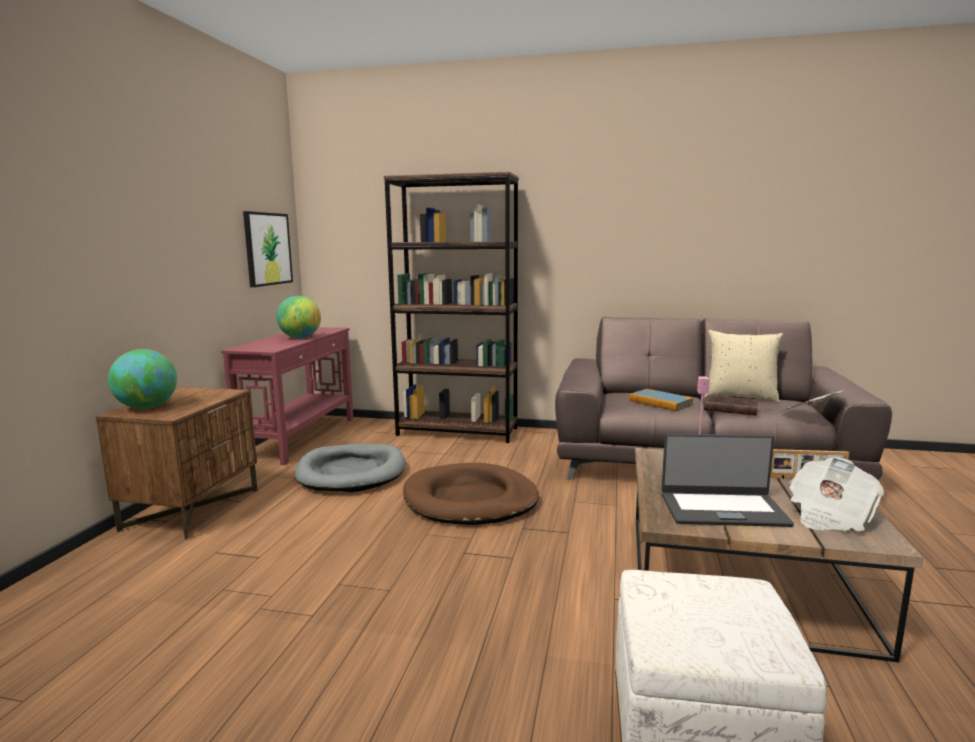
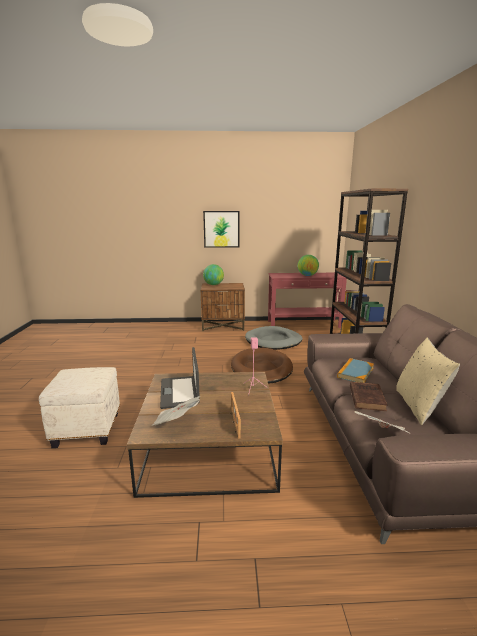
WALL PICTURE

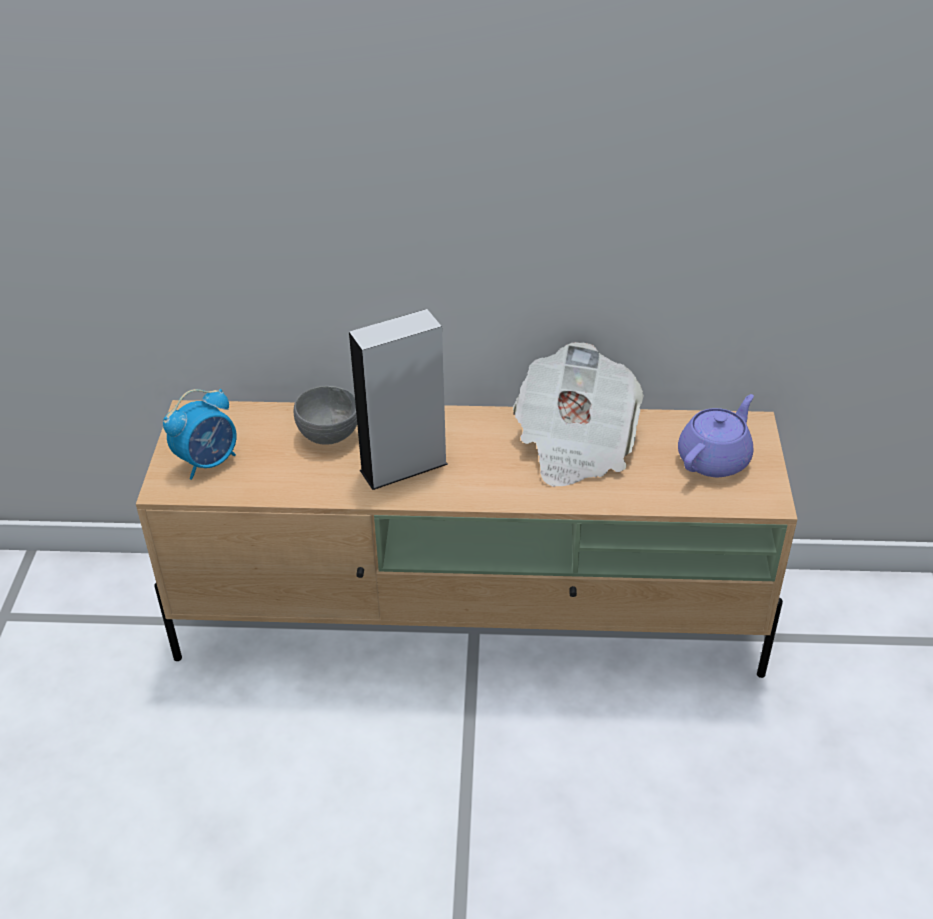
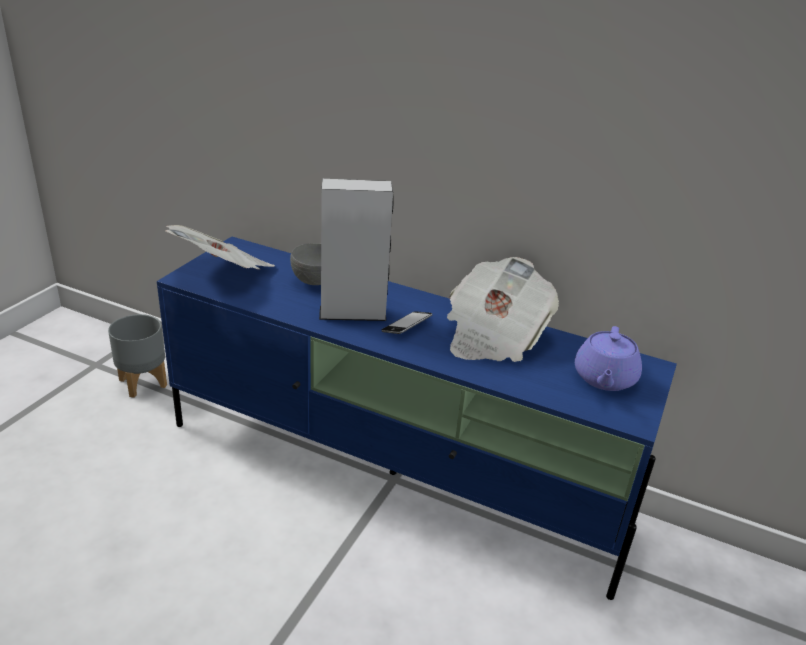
NEWSPAPER (1st from left)
PURPLE POT FOR TEA
BLUE MEDIA CONSOLE
PHONE
GREY PLANTER

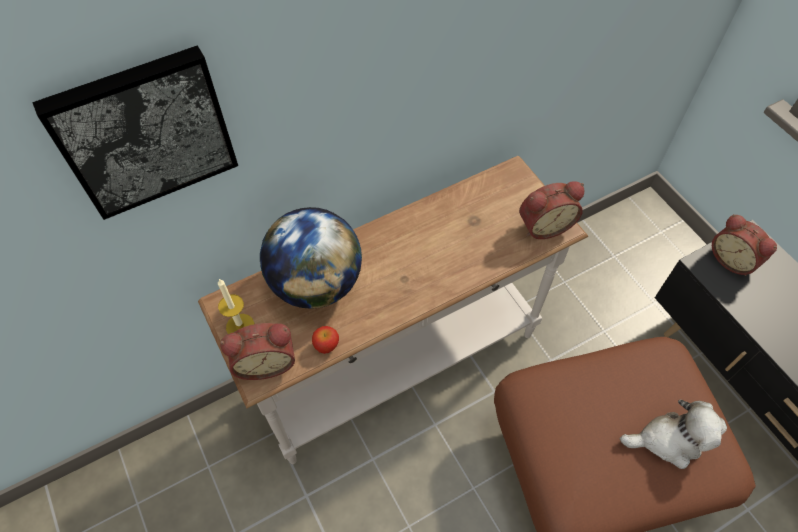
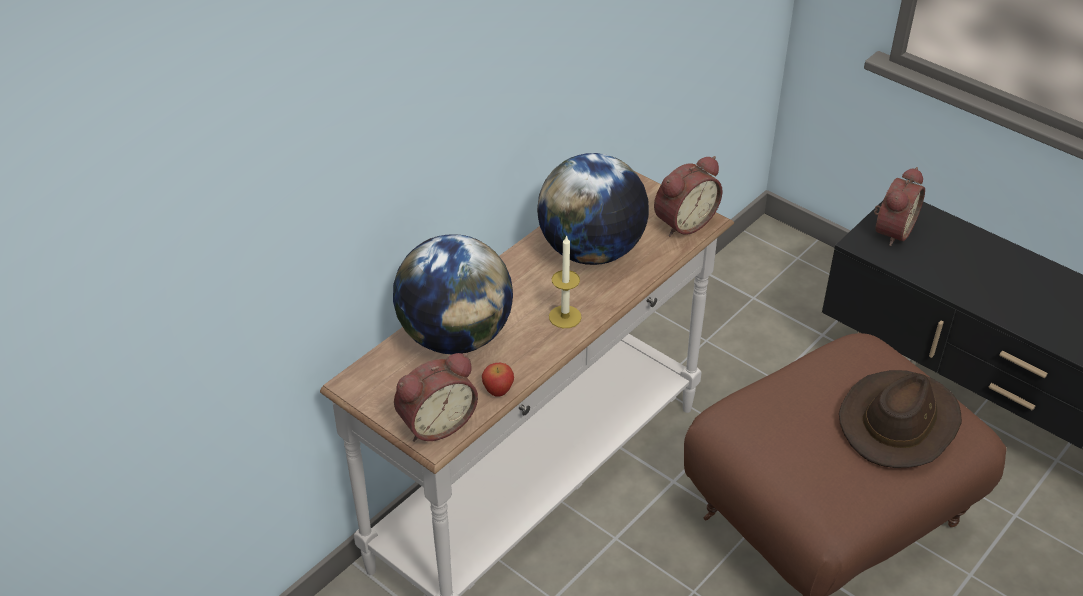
WALL PICTURE
BEDSIDE CLOCK (3rd from left)
WAX LIGHT
BROWNISH CLOTHING HAT
WORLD GLOBE (2nd from left)

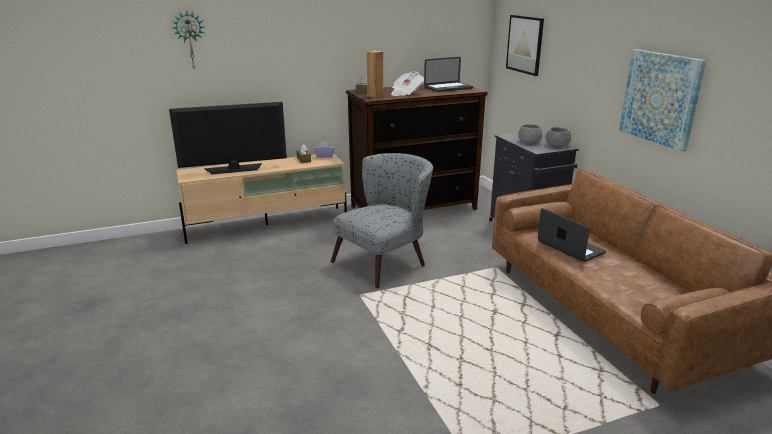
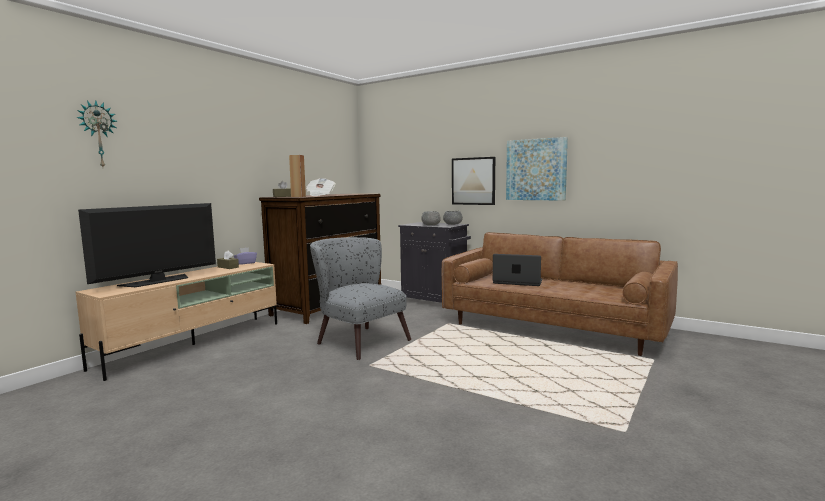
WALL PICTURE (1st from left)
NOTEBOOK COMPUTER (1st from left in the first image)
GREY ARMCHAIR

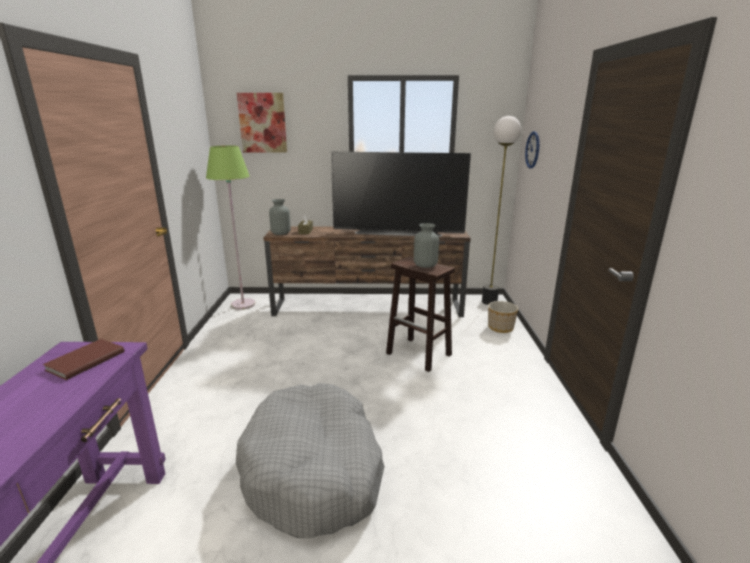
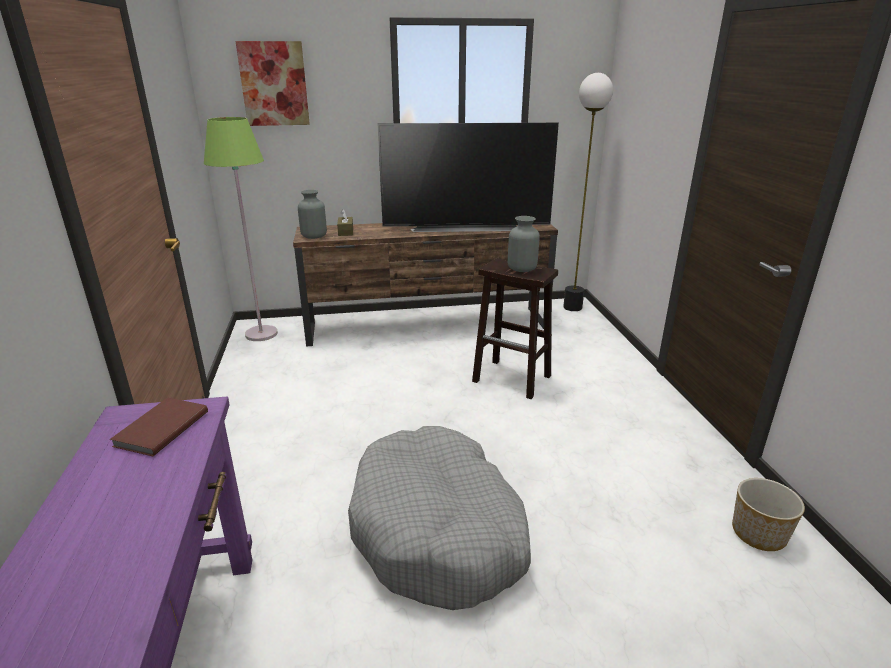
HANGING CLOCK
PLANTER

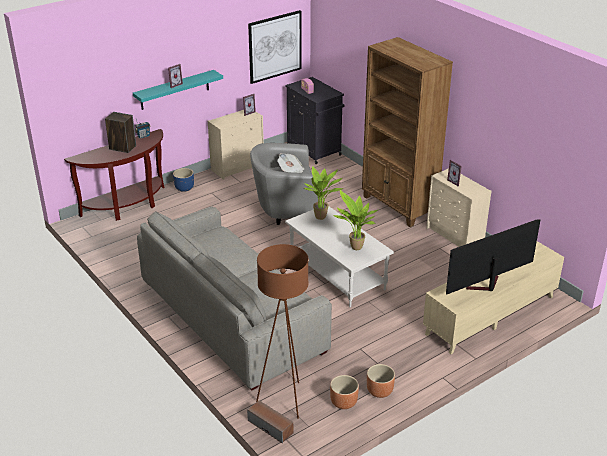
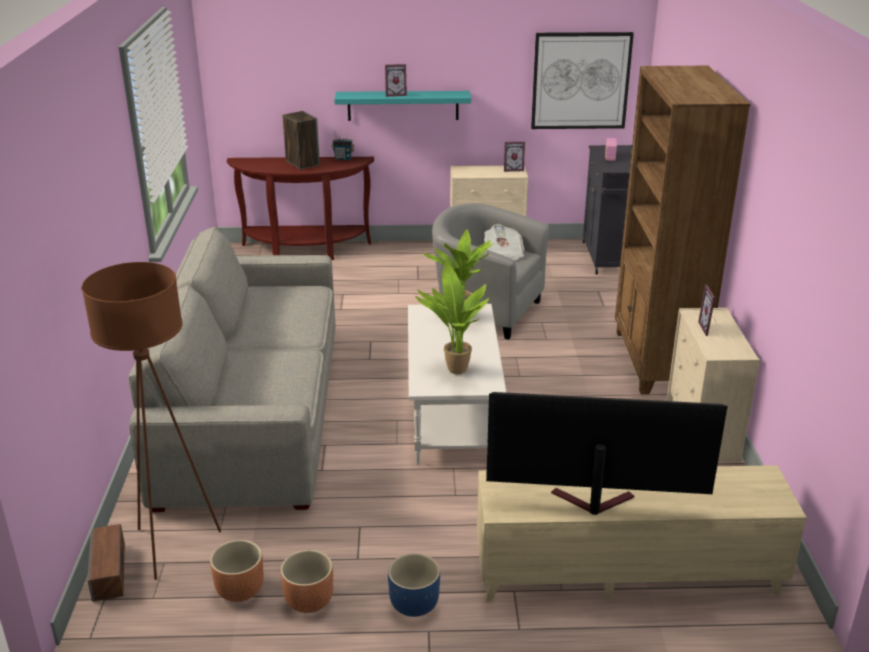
BLUE PLANTER

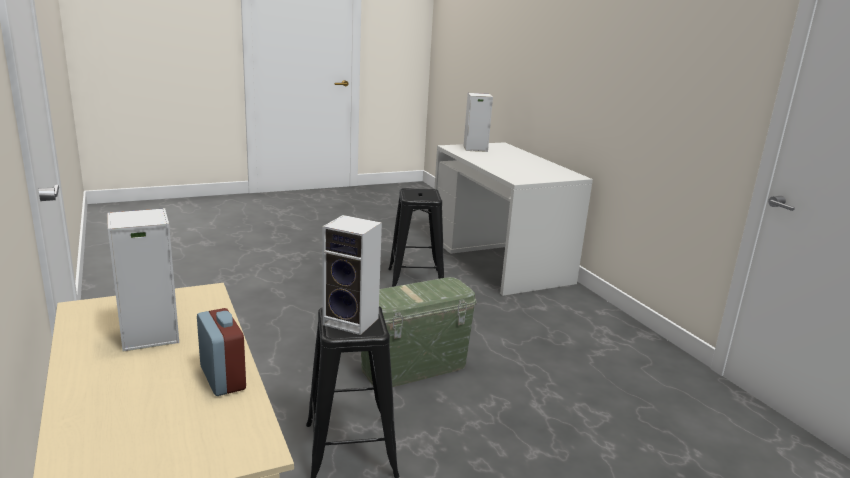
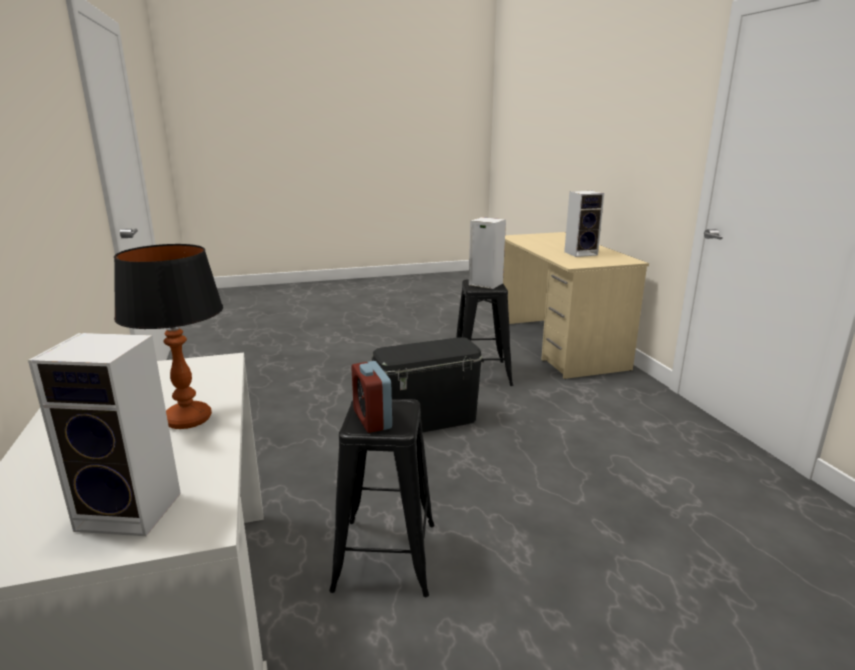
BLACKISH STORAGE CONTAINER
BEDSIDE CLOCK
TABLE LAMP

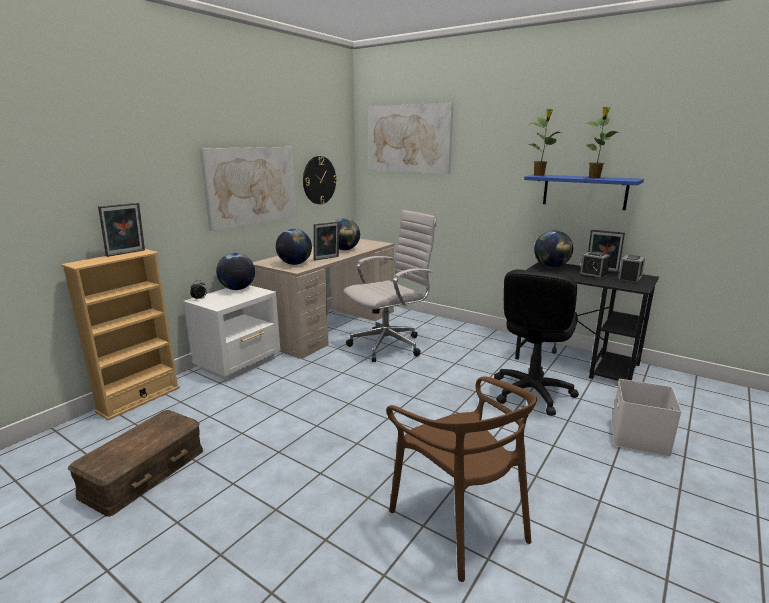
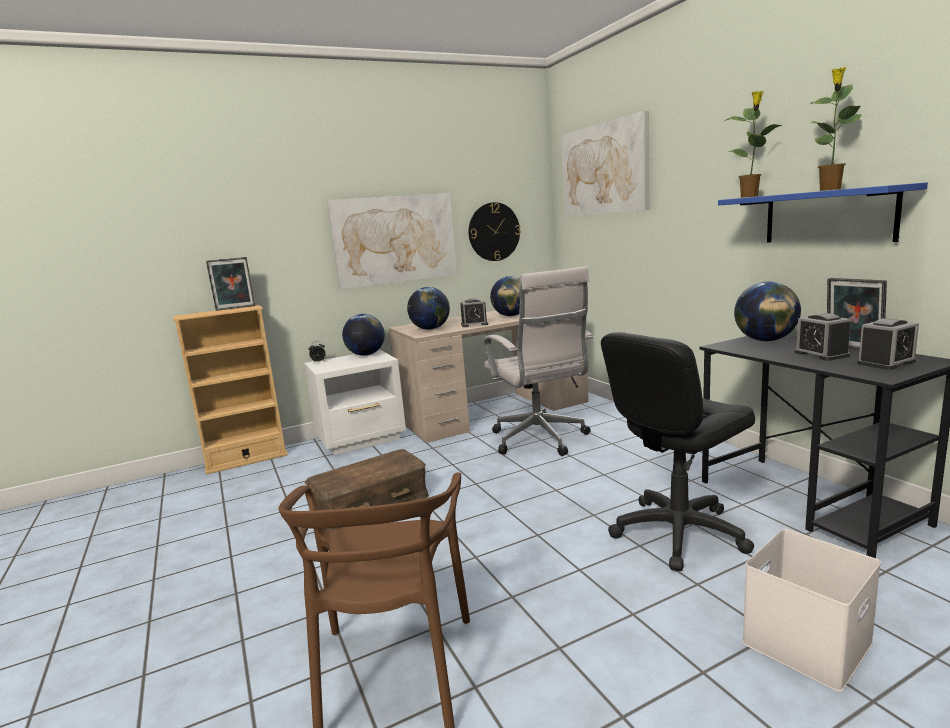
WHITE DESK CHAIR
BEDSIDE CLOCK (2nd from left)
BROWNISH STORAGE CONTAINER

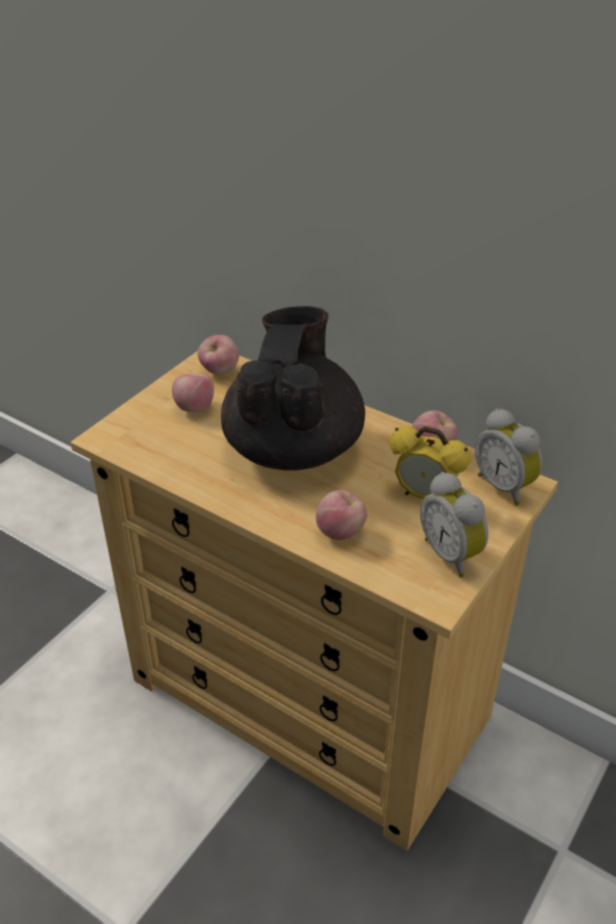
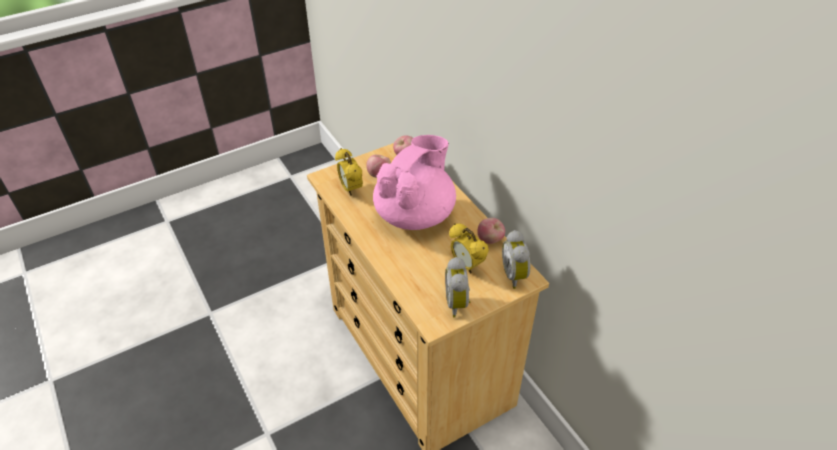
PINK POT FOR TEA
APPLE (3rd from left in the first image)
BEDSIDE CLOCK (1st from left)

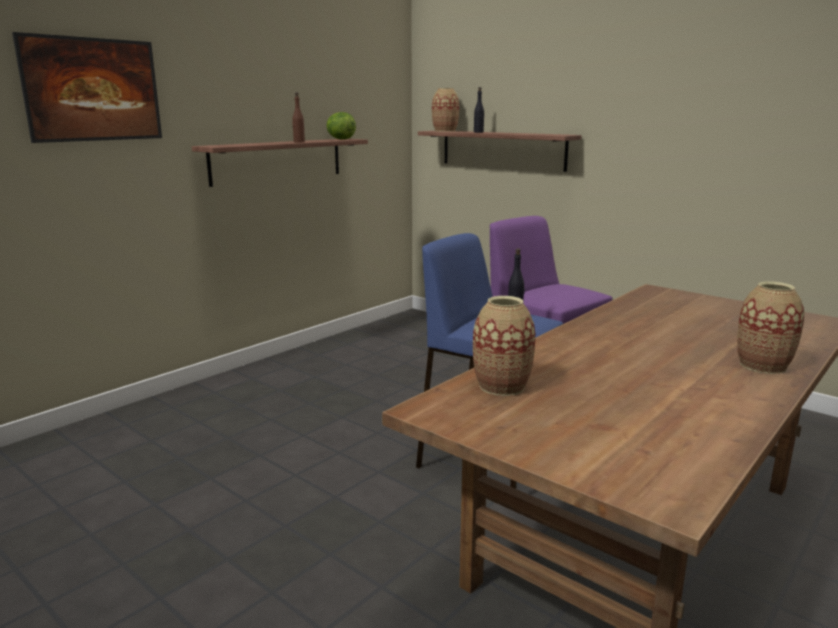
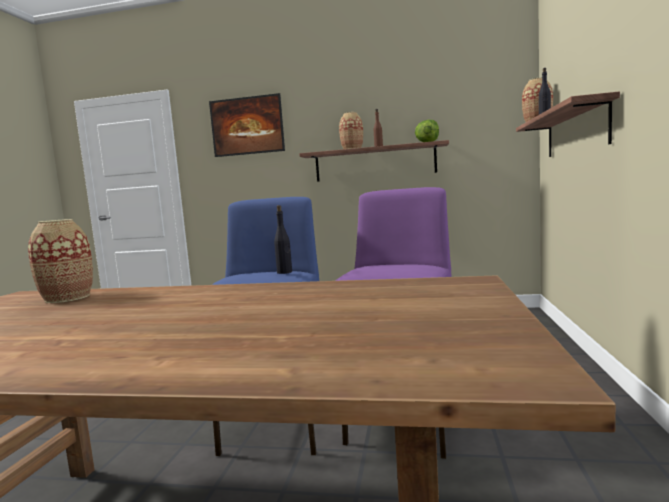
VASE (2nd from left)

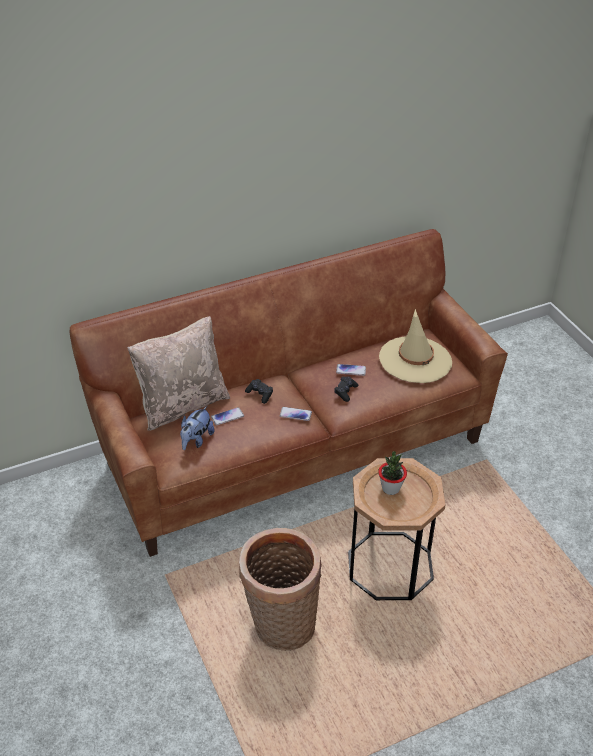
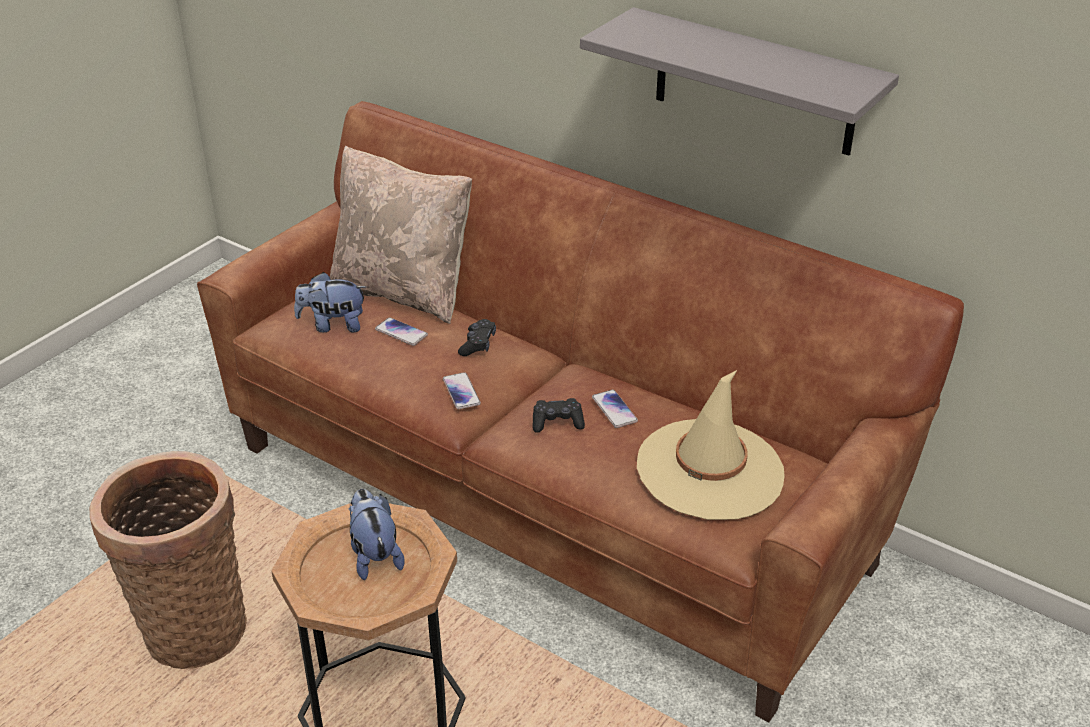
SOFT TOY (2nd from left)
GREY SHELF

